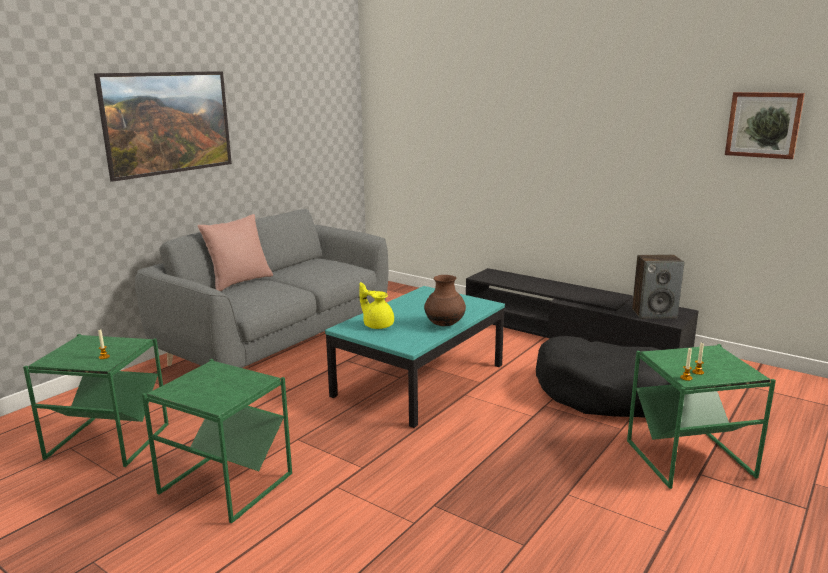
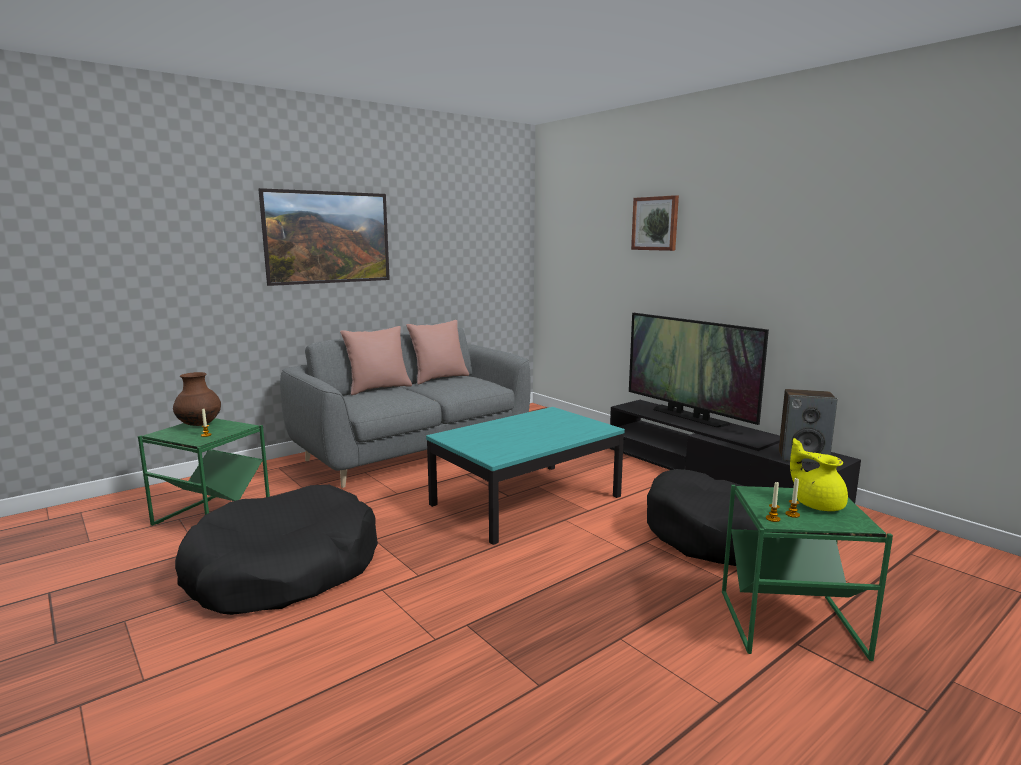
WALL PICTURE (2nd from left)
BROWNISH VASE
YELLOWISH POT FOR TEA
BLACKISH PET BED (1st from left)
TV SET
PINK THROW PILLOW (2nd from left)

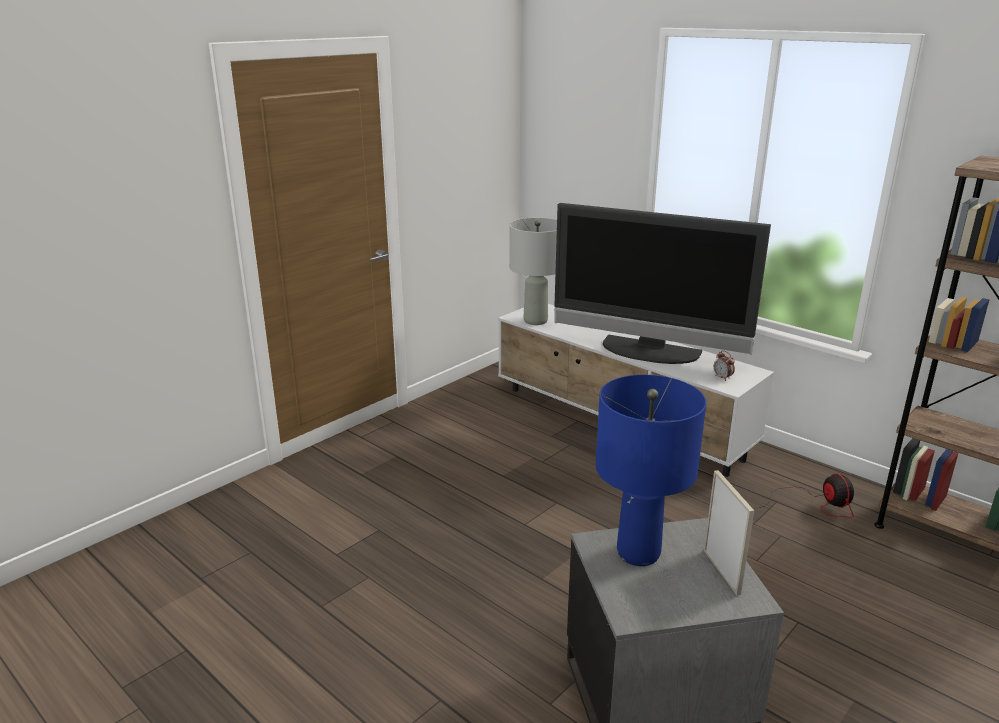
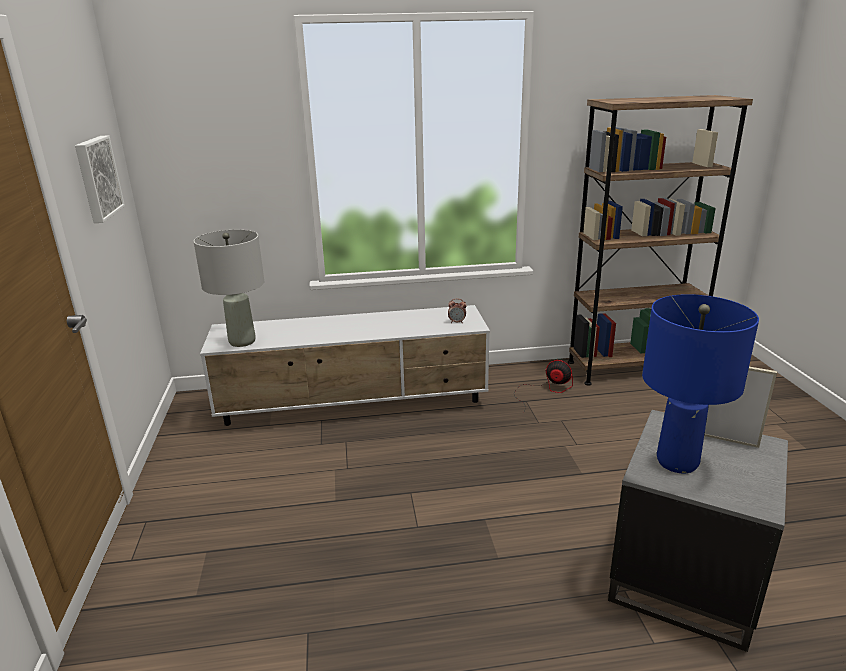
TV SET
WALL PICTURE

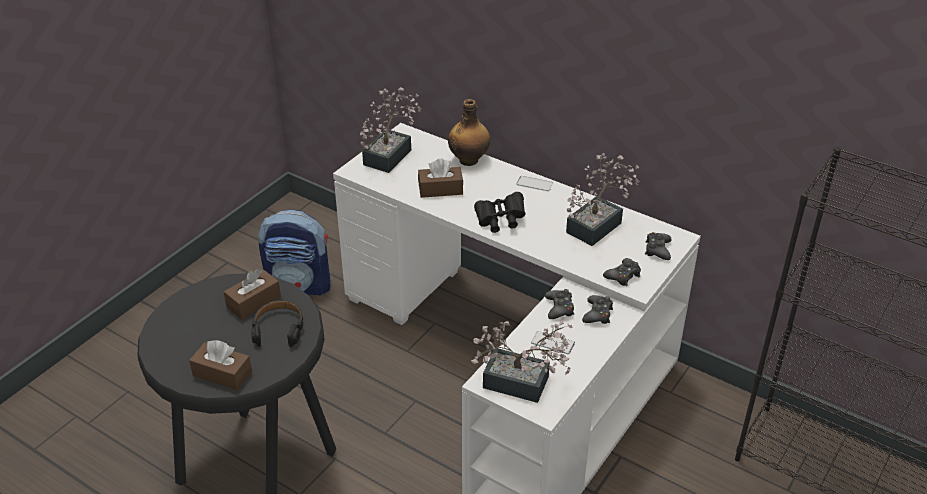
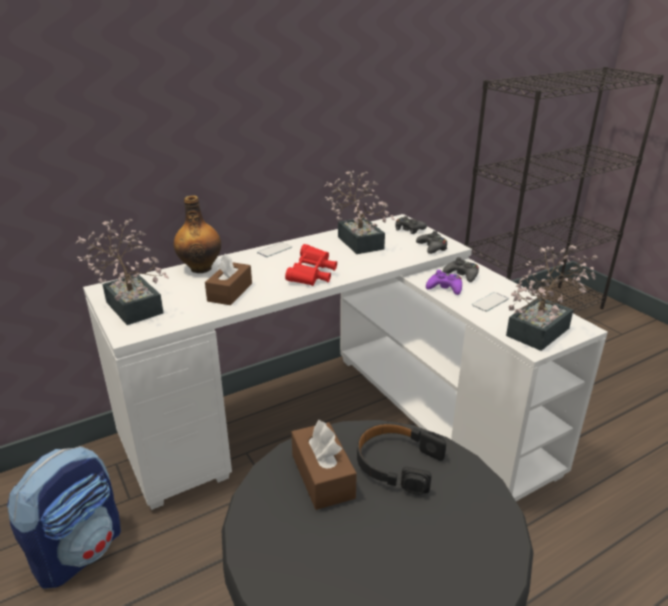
RED BINOCULARS
PURPLE JOYPAD
BROWNISH BOX OF TISSUES (1st from left in the first image)

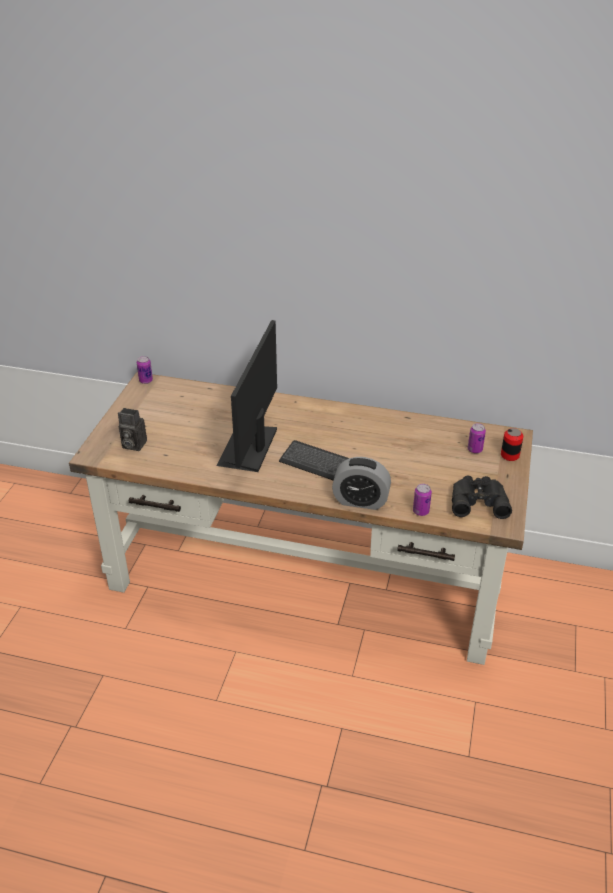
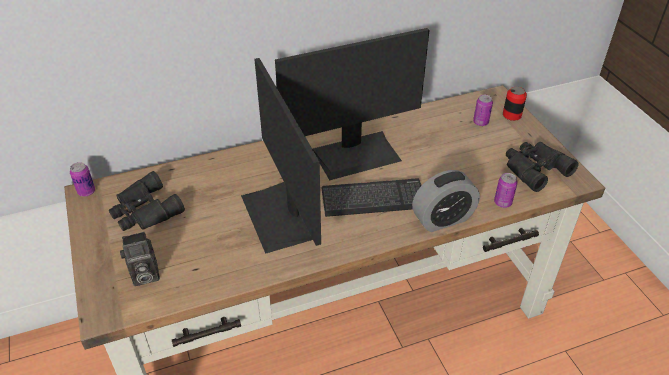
COMPUTER DISPLAY (2nd from left)
BLACKISH BINOCULARS (1st from left)

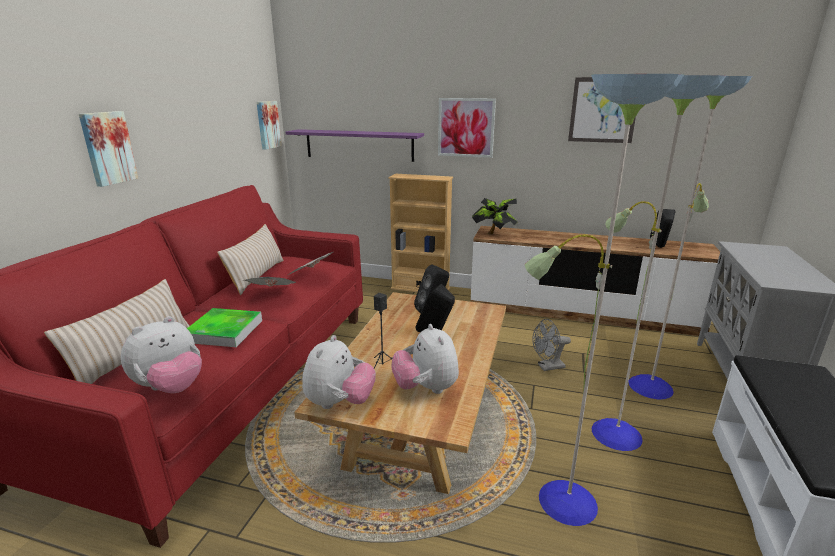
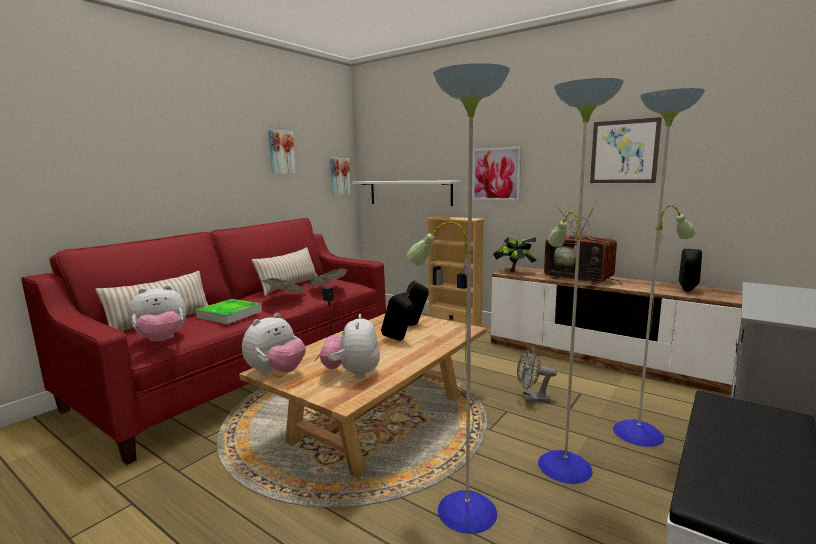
WALL PICTURE (1st from left)
WHITE SHELF
TV SET

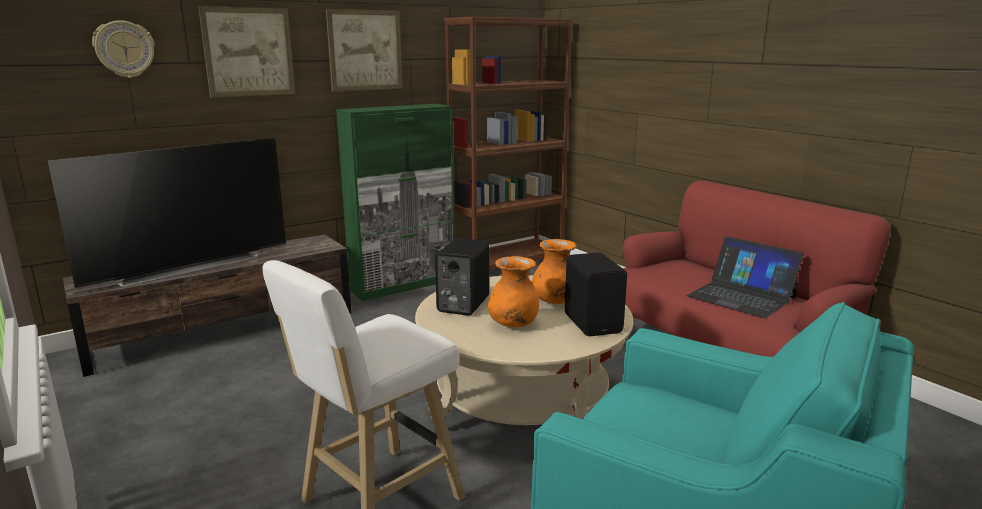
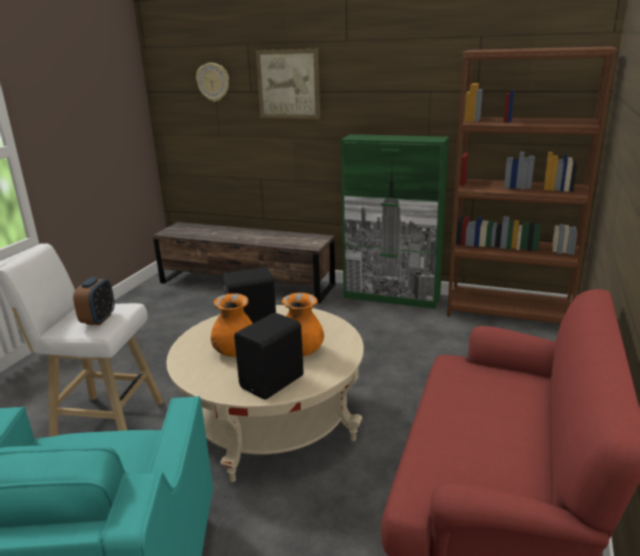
WALL PICTURE (2nd from left in the first image)
TV SET
NOTEBOOK COMPUTER
BEDSIDE CLOCK

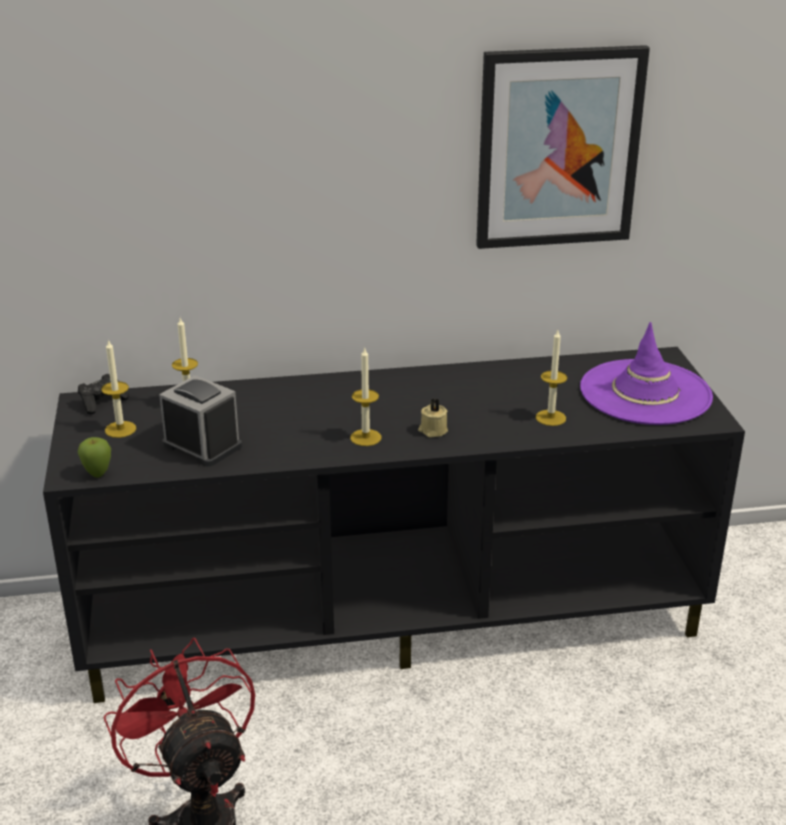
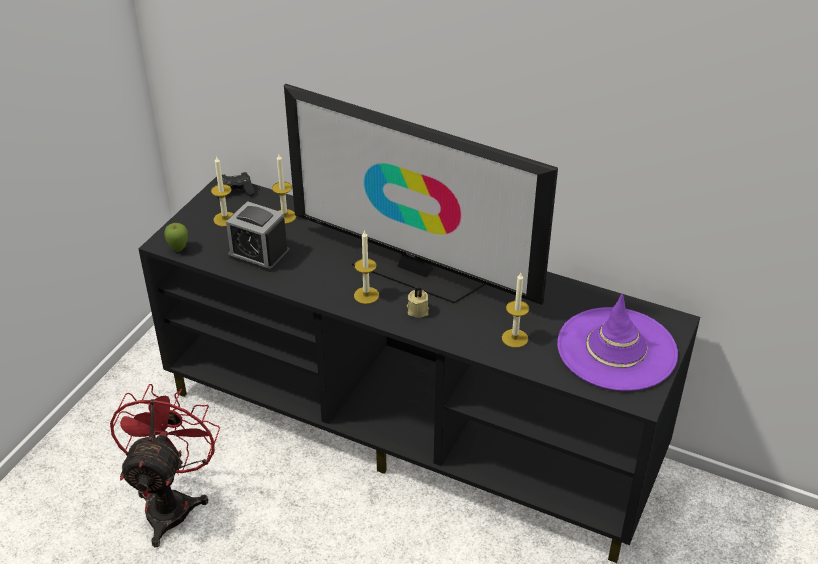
WALL PICTURE
BEDSIDE CLOCK
TV SET

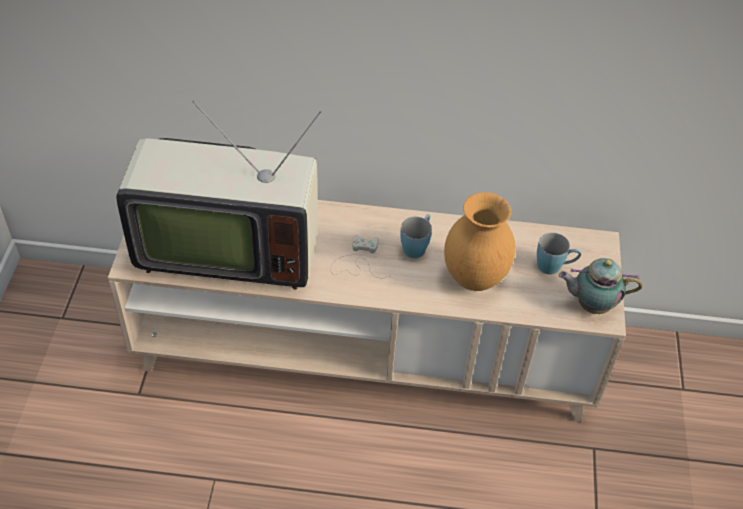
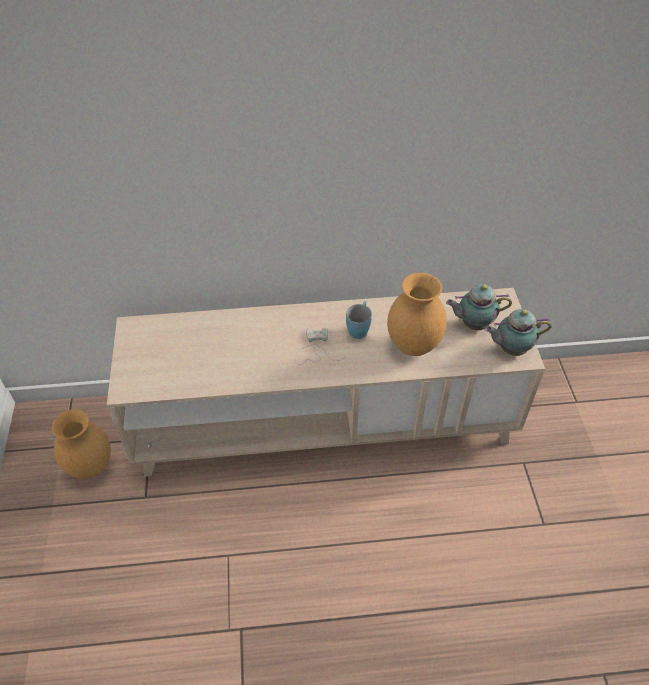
TV SET
POT FOR TEA (1st from left)
BROWNISH VASE (1st from left)

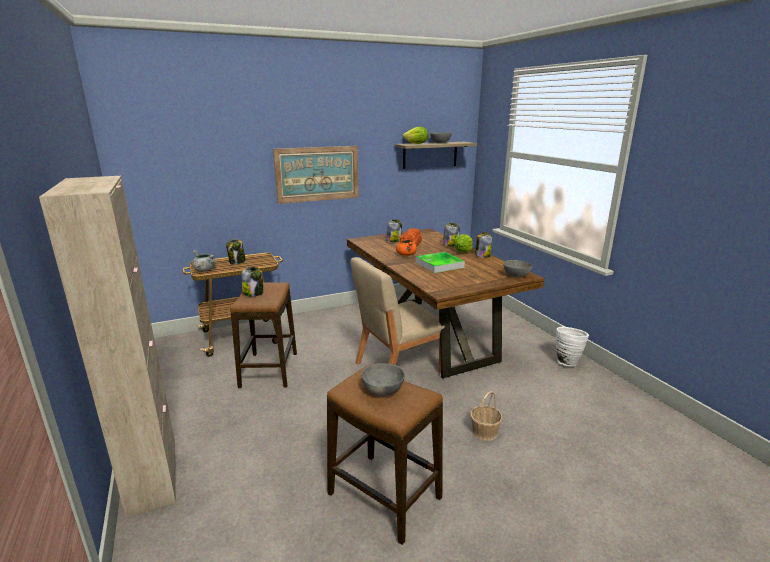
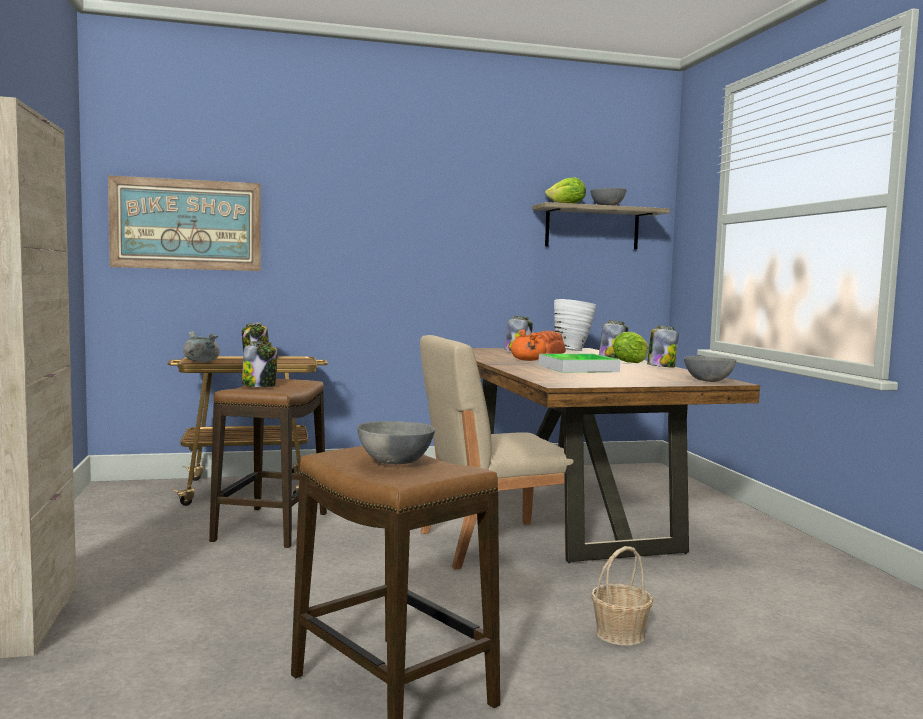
WALL PICTURE
WHITE VASE

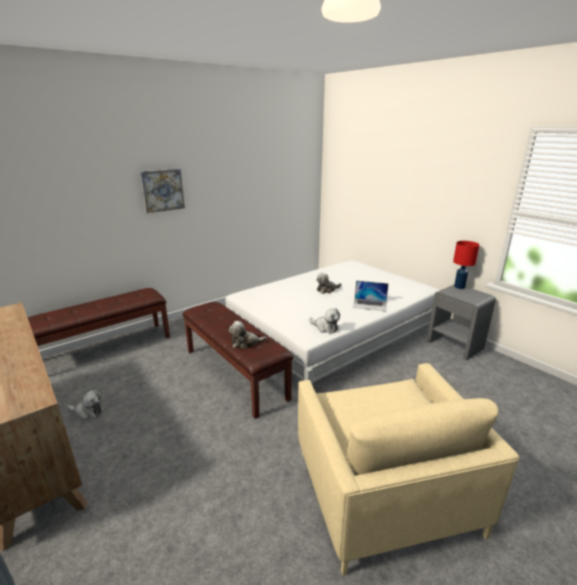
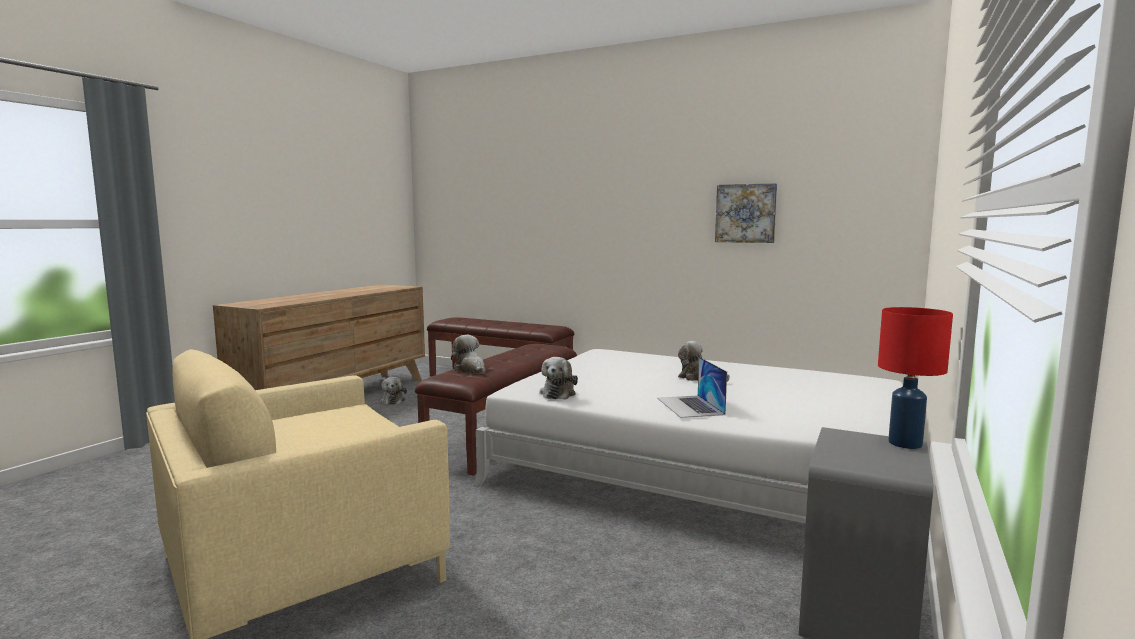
WALL PICTURE

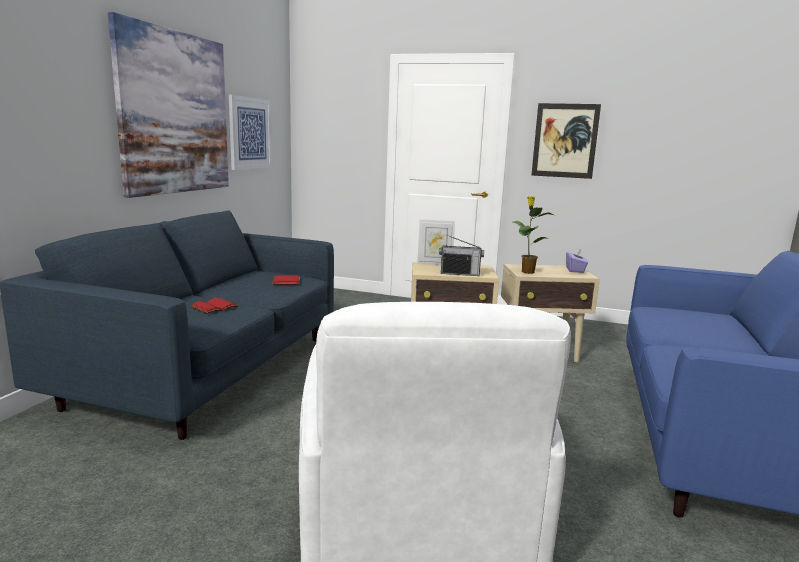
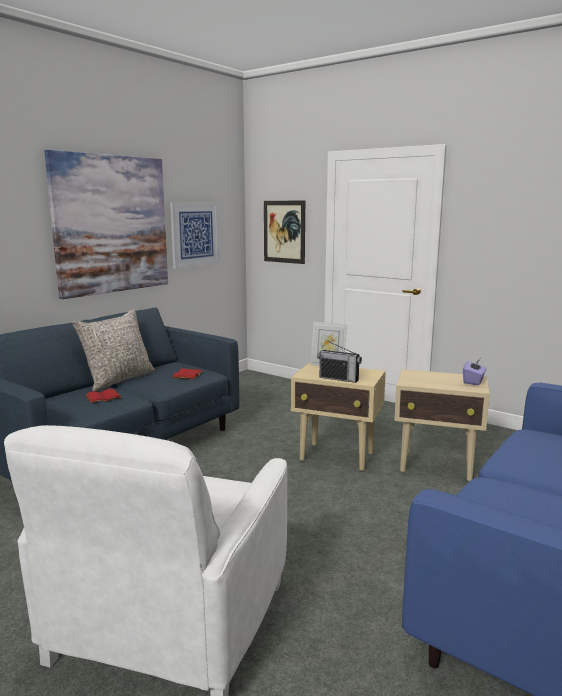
WALL PICTURE (3rd from left)
HOUSEPLANT
GREY THROW PILLOW

